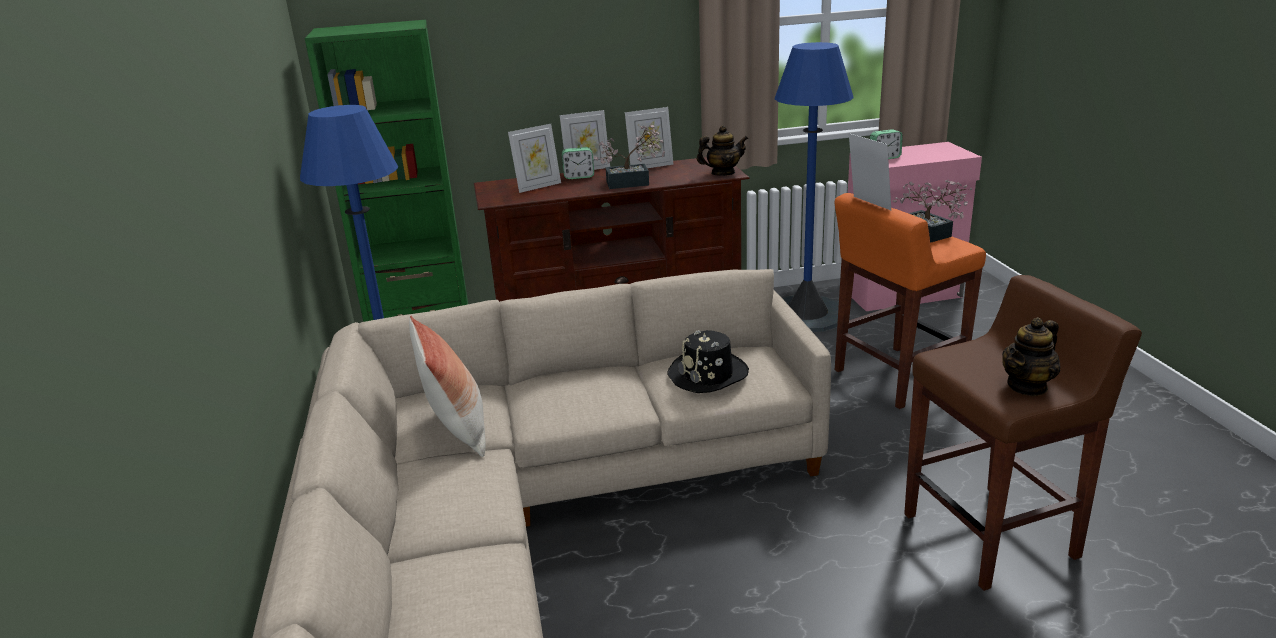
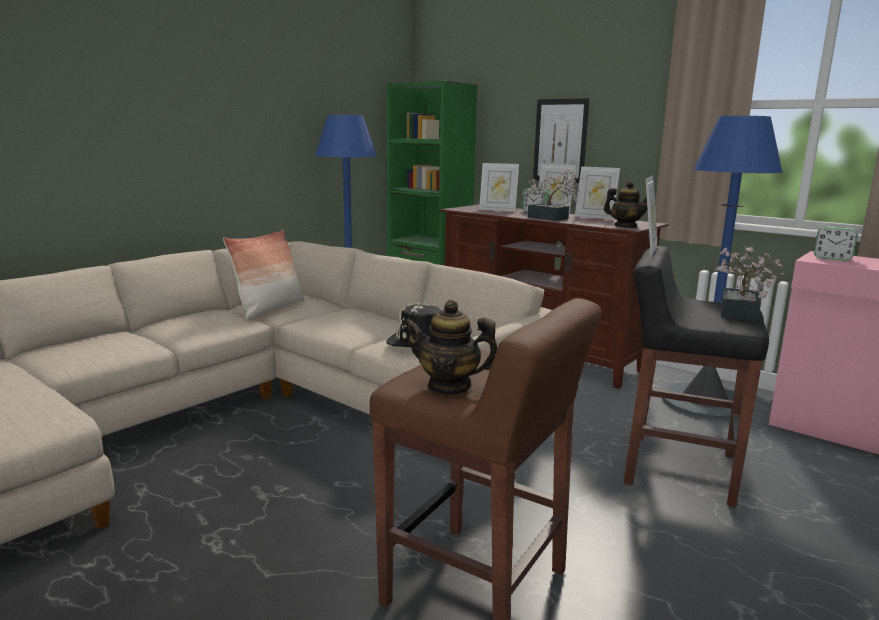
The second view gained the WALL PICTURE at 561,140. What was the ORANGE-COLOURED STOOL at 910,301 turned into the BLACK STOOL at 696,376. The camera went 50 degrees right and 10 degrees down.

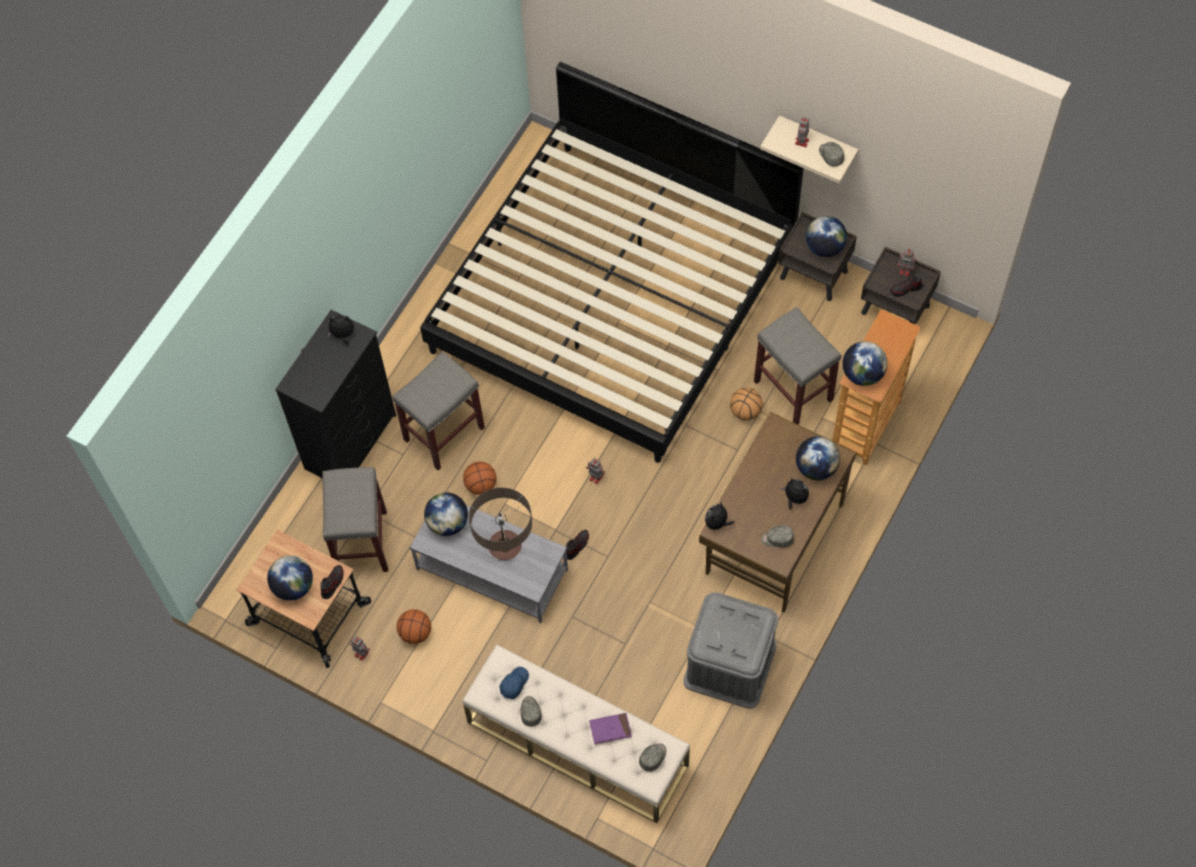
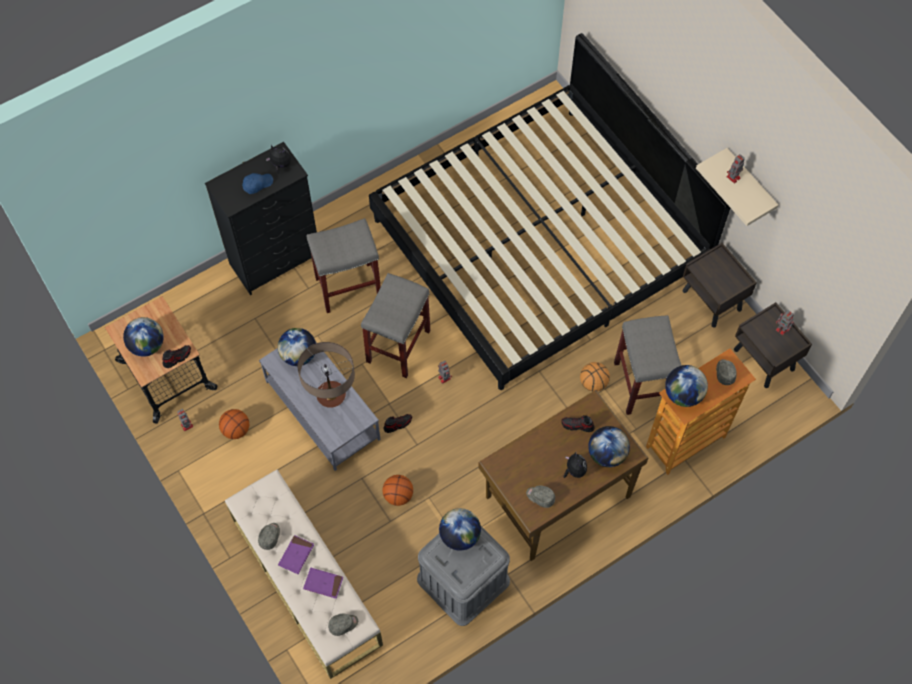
The second view lost the PLUSH TOY at 719,517. The second view gained the PURPLISH BOUND BOOK at 296,554. The GRAY STOOL ended up elsewhere, having gone from 355,519 to 395,325. The BASKETBALL BALL ended up elsewhere, having gone from 479,478 to 397,490. The BLUE PEAKED CAP ended up elsewhere, having gone from 514,683 to 257,183. The WORLD GLOBE ended up elsewhere, having gone from 826,236 to 460,529. The GRAY PEAKED CAP ended up elsewhere, having gone from 831,154 to 726,372. The ITEM OF FOOTWEAR ended up elsewhere, having gone from 906,285 to 578,423. The camera went 25 degrees right and 0 degrees up.

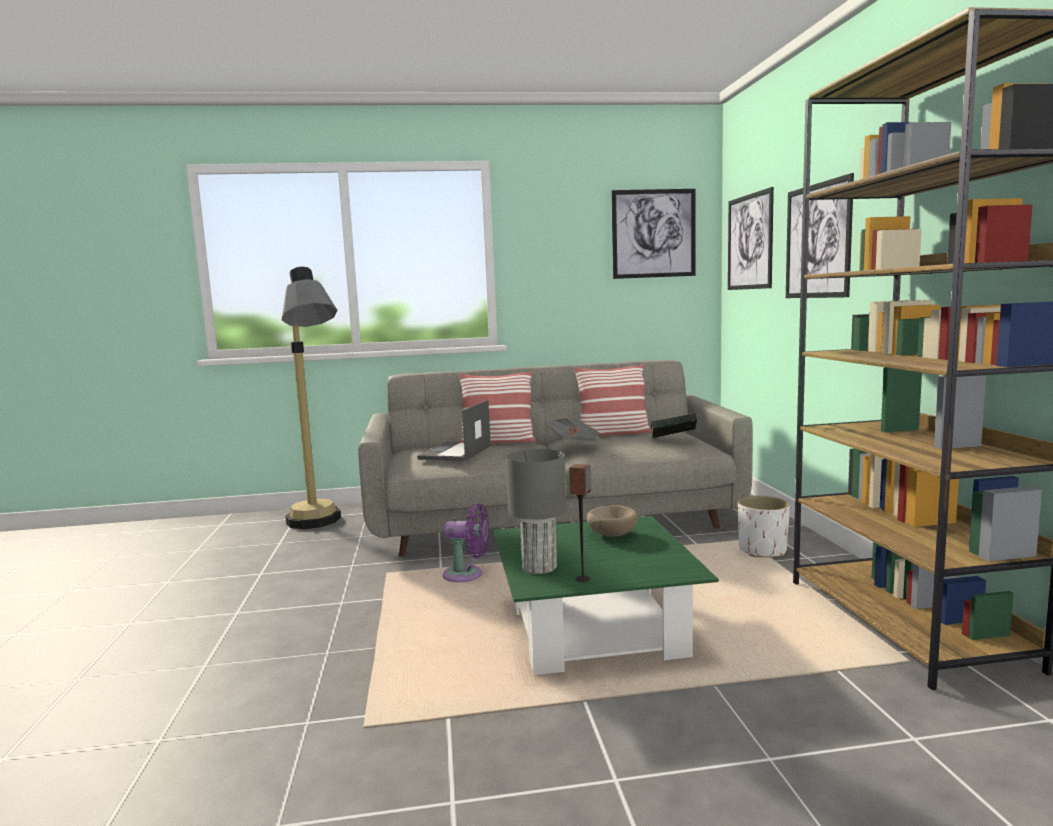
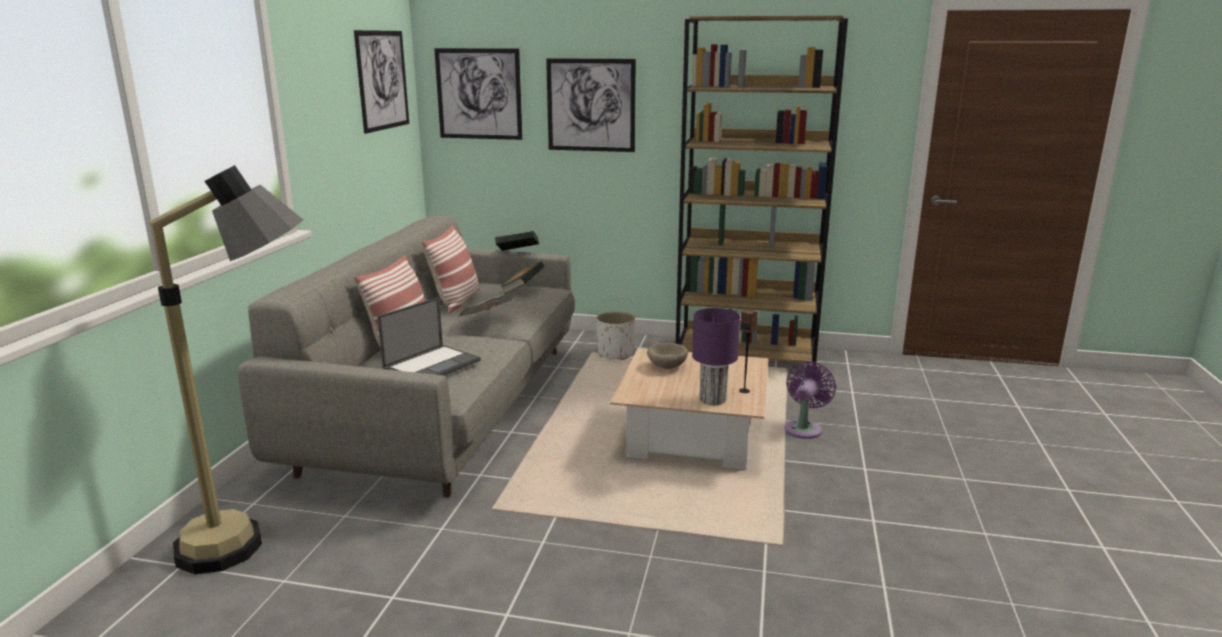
The second view gained the BOUND BOOK at 517,241. The PURPLISH FAN ended up elsewhere, having gone from 466,542 to 810,400. What was the GREENISH LOUNGE TABLE at 606,595 turned into the SAND-COLOURED LOUNGE TABLE at 689,409. What was the GRAY TABLE LAMP at 536,511 turned into the PURPLISH TABLE LAMP at 716,356. The LAPTOP at 454,430 ended up facing another way, 90 degrees counterclockwise from before. The camera went 70 degrees left and 10 degrees up.

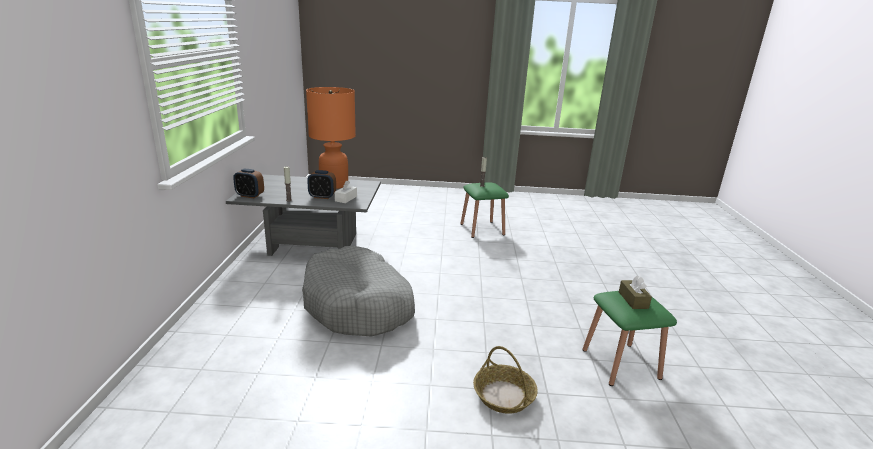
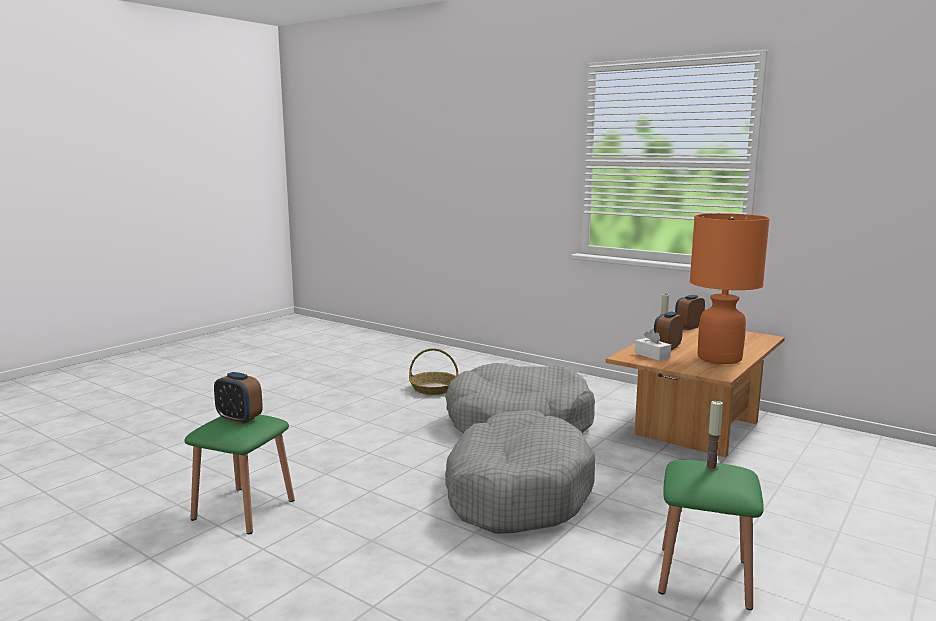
The second view gained the GRAY DOG BED at 520,472. The BASKET ended up elsewhere, having gone from 505,380 to 433,371. Where the BROWN TISSUE HOLDER stood at 635,292, the TABLE CLOCK came to stand at 238,398. What was the GRAY LOUNGE TABLE at 303,215 turned into the BROWN LOUNGE TABLE at 695,391. The camera went 125 degrees right and 10 degrees down.

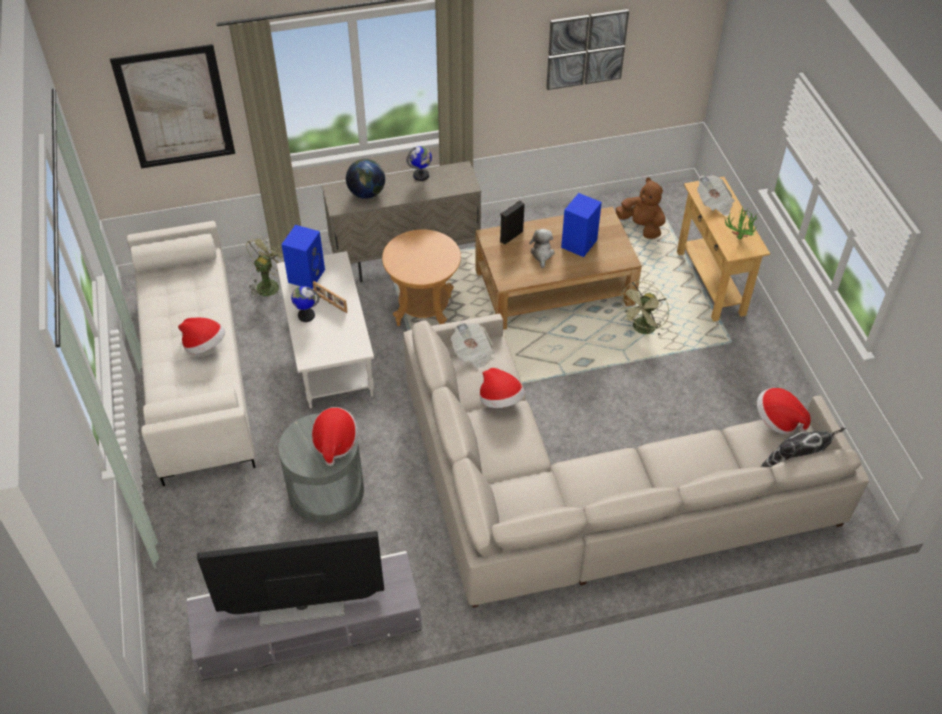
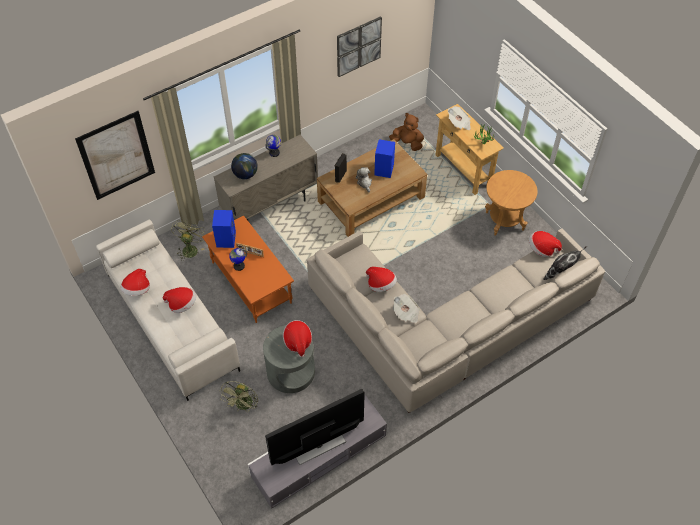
The second view gained the HAT at 135,282. The BROWN ACCENT TABLE ended up elsewhere, having gone from 421,277 to 511,202. The NEWSPAPER ended up elsewhere, having gone from 473,346 to 406,309. The GREENISH FAN ended up elsewhere, having gone from 644,308 to 239,396. What was the WHITE-COLOURED LOUNGE TABLE at 325,329 turned into the ORANGE-COLOURED LOUNGE TABLE at 248,269. The camera went 20 degrees left and 5 degrees up.

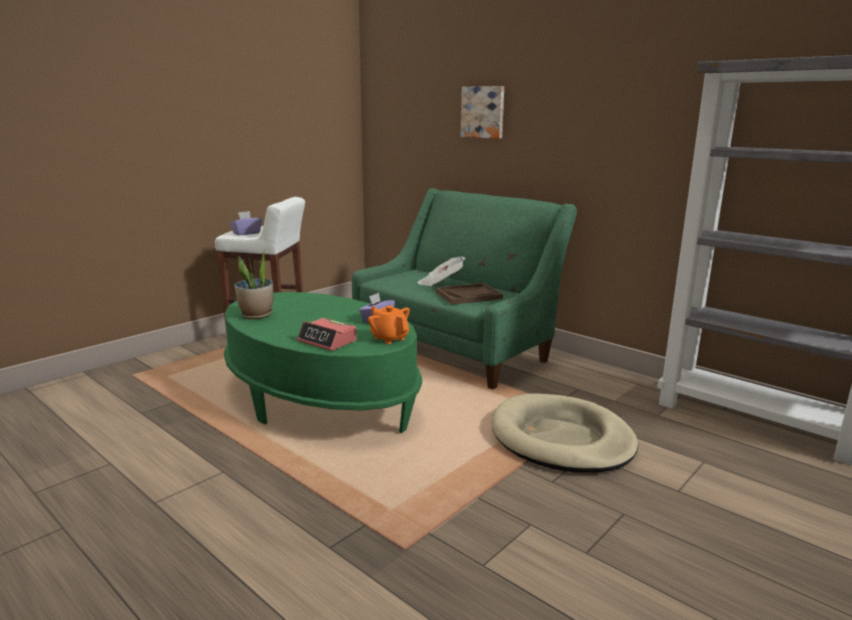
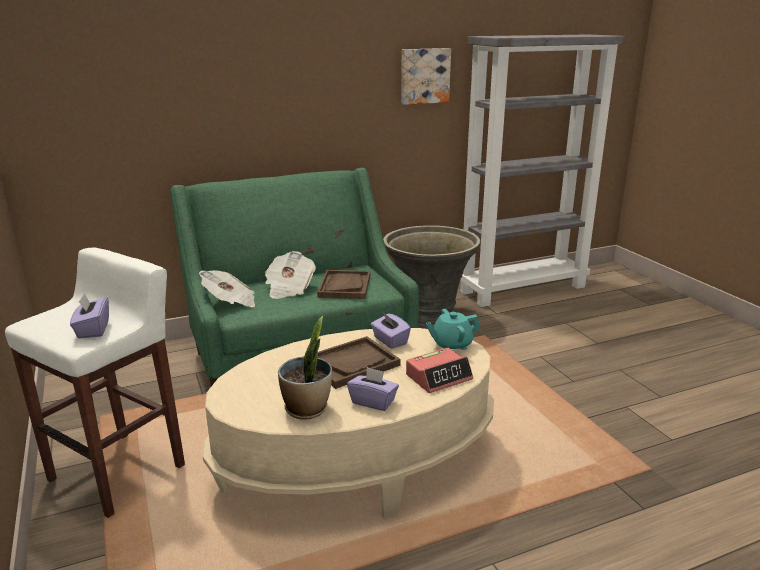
The second view lost the SAND-COLOURED DOG BED at 564,433. The second view gained the NEWSPAPER at 227,288. The second view gained the BROWN SERVING TRAY at 358,362. The second view gained the PURPLISH TISSUE HOLDER at 373,389. The second view gained the GRAY PLANT POT at 431,277. The WALL PICTURE ended up elsewhere, having gone from 482,112 to 426,76. What was the GREENISH LOUNGE TABLE at 323,362 turned into the SAND-COLOURED LOUNGE TABLE at 348,423. What was the ORANGE-COLOURED TEAPOT at 389,325 turned into the BLUE-GREEN TEAPOT at 453,329. The camera went 65 degrees left and 5 degrees up.

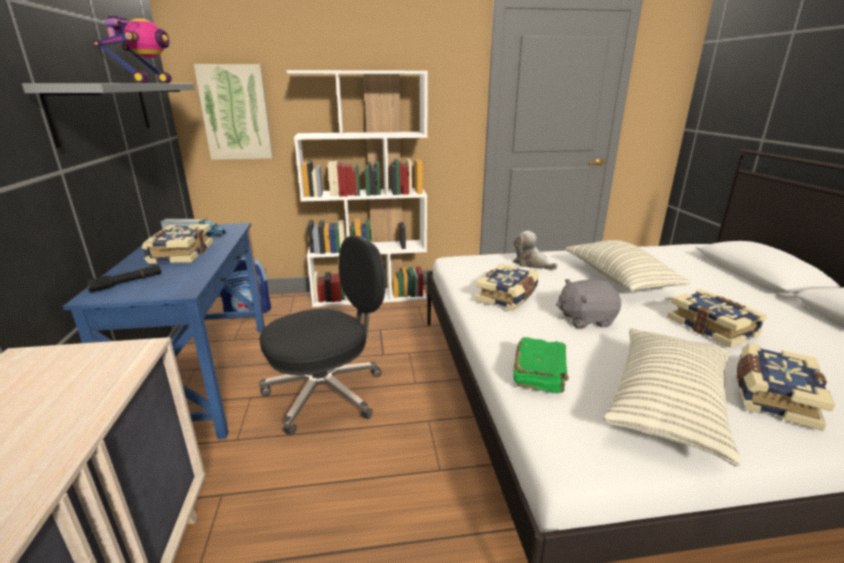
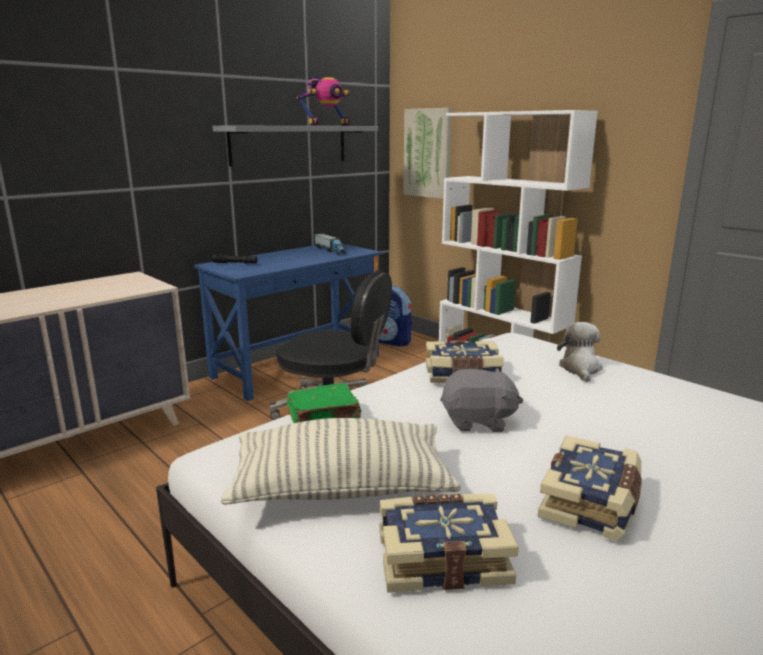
The second view lost the BOUND BOOK at 177,244. The second view lost the CUSHION at 628,266. The GRAY PLUSH TOY at 588,303 ended up facing another way, 135 degrees clockwise from before. The camera went 55 degrees right and 5 degrees down.

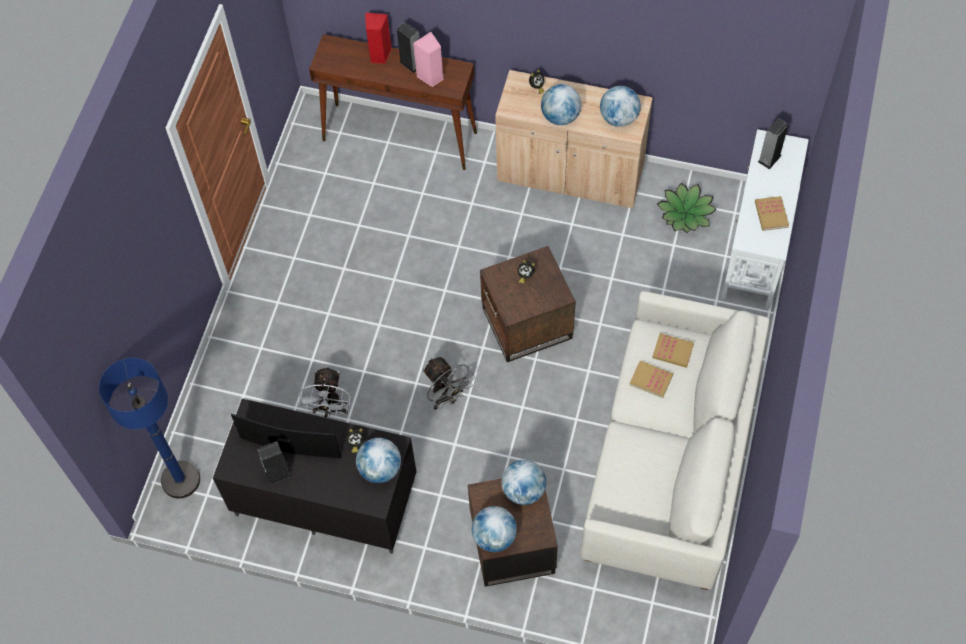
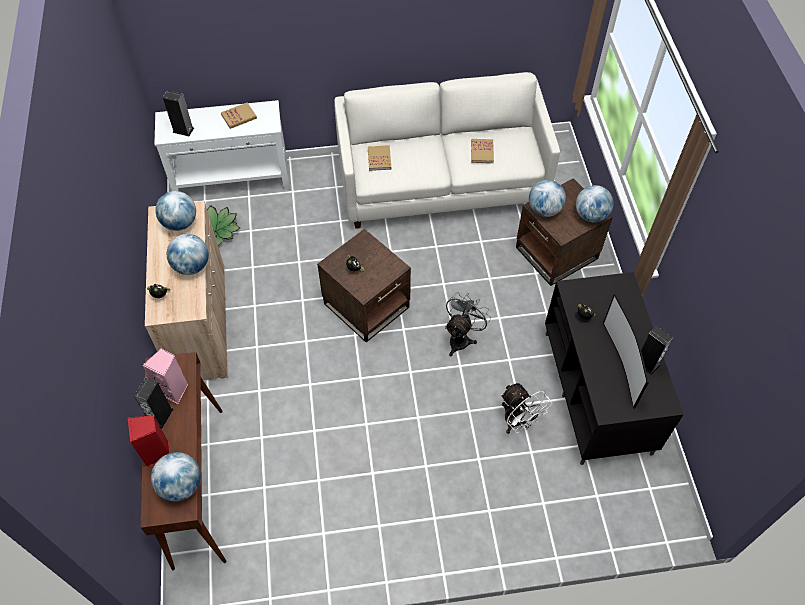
The second view lost the BLUE FLOOR LAMP at 149,428. The WORLD GLOBE ended up elsewhere, having gone from 378,460 to 176,477. The BOUND BOOK ended up elsewhere, having gone from 651,379 to 482,151. The WHITE-COLOURED FAN at 325,391 ended up facing another way, 75 degrees clockwise from before. The camera went 115 degrees left and 5 degrees down.

